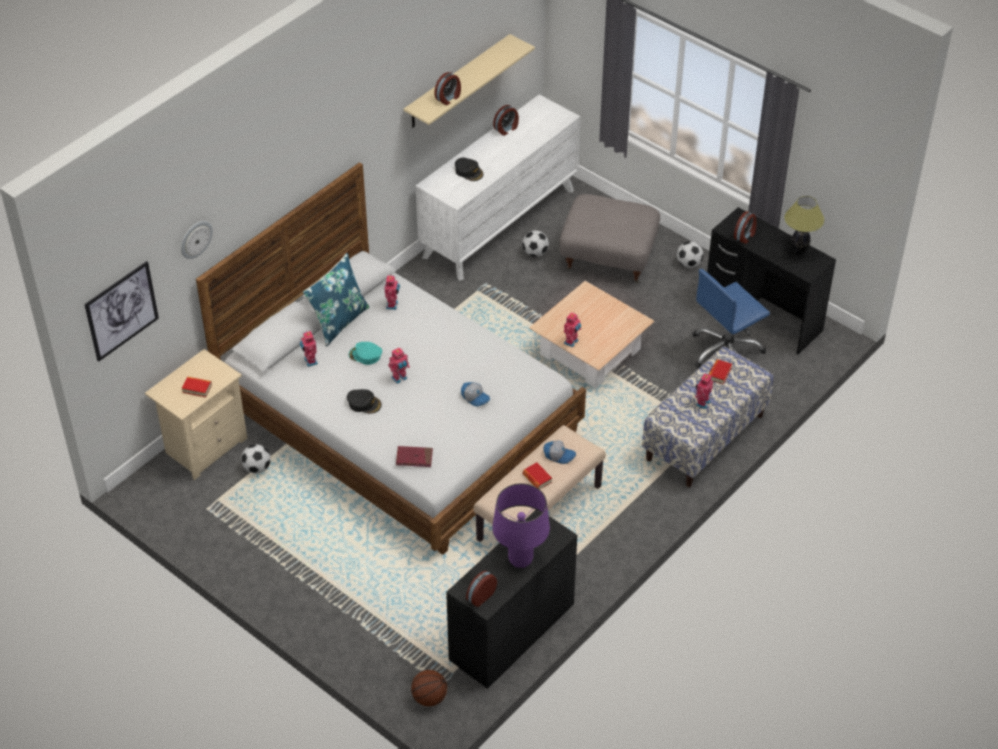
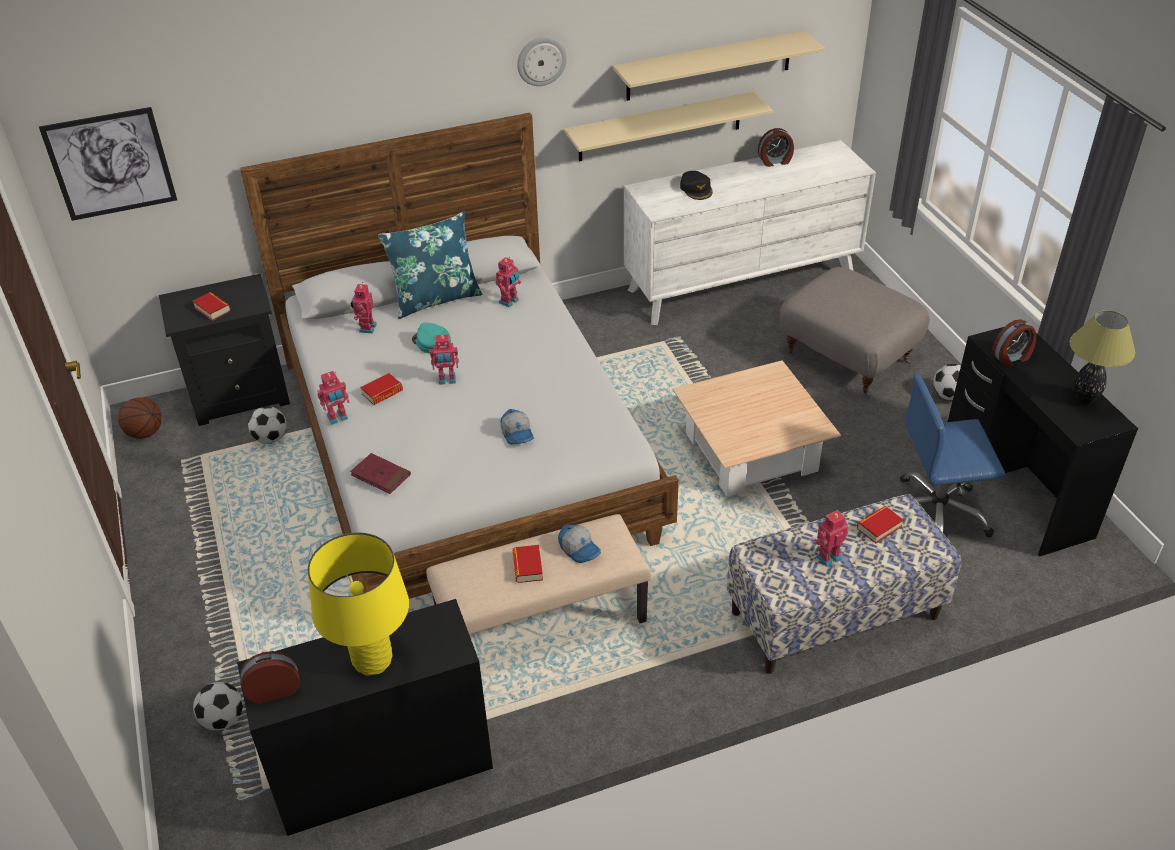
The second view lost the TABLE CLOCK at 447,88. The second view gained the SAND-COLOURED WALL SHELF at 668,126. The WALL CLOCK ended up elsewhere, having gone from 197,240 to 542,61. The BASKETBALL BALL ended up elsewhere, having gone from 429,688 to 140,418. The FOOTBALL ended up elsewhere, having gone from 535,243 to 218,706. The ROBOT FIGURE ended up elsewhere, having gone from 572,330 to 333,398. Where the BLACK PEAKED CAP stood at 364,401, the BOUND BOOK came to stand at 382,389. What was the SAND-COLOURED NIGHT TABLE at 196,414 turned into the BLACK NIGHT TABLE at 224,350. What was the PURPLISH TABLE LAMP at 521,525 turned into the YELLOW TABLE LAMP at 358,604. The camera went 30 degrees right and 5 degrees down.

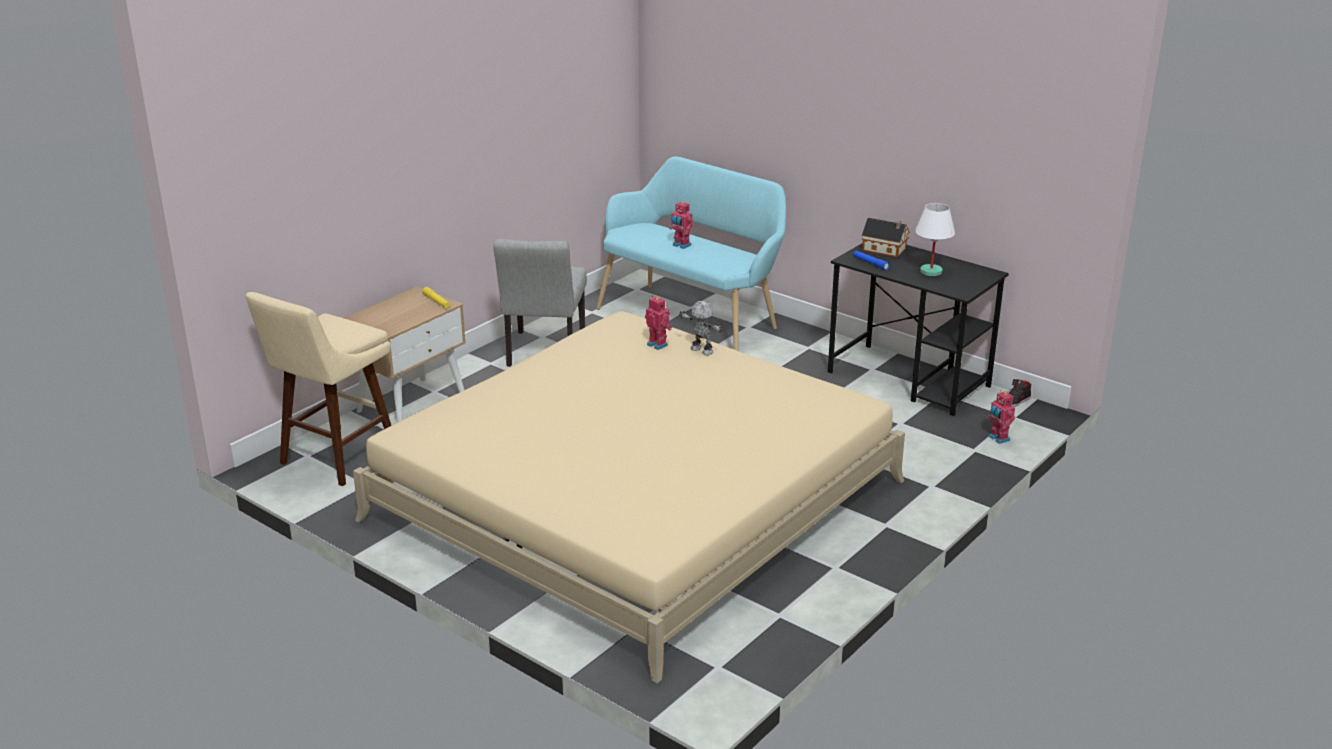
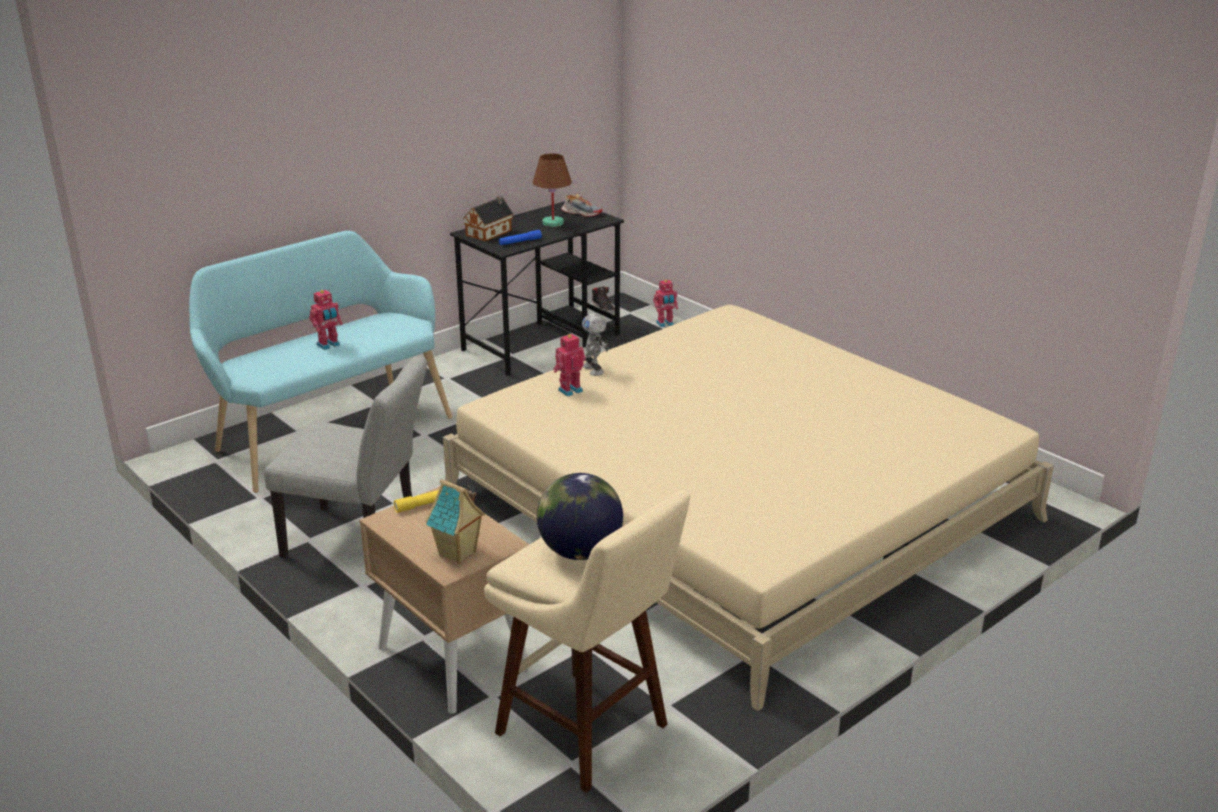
The second view gained the MODEL HOUSE at 455,521. The second view gained the WORLD GLOBE at 580,516. The second view gained the ITEM OF FOOTWEAR at 581,205. What was the WHITE-COLOURED TABLE LAMP at 935,239 turned into the BROWN TABLE LAMP at 552,190. The ROBOT FIGURE at 701,328 ended up facing another way, 75 degrees counterclockwise from before. The camera went 80 degrees left and 0 degrees up.

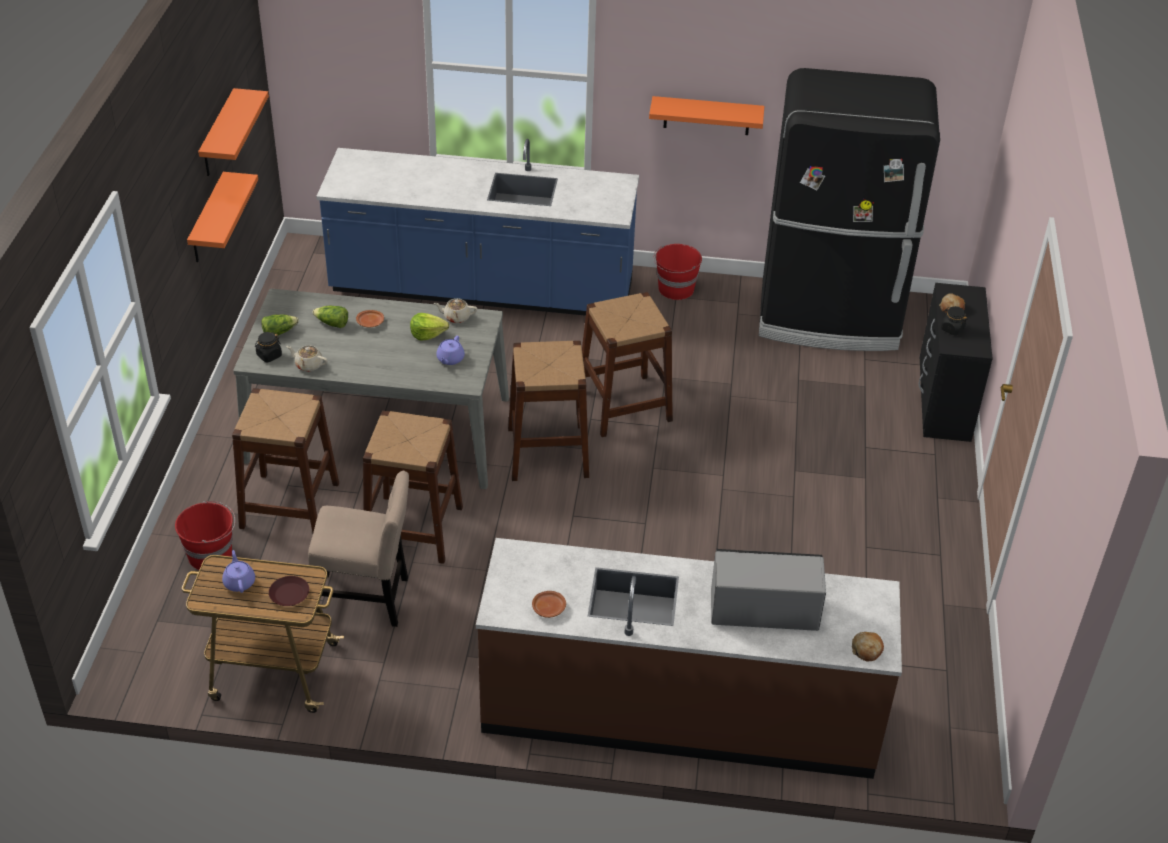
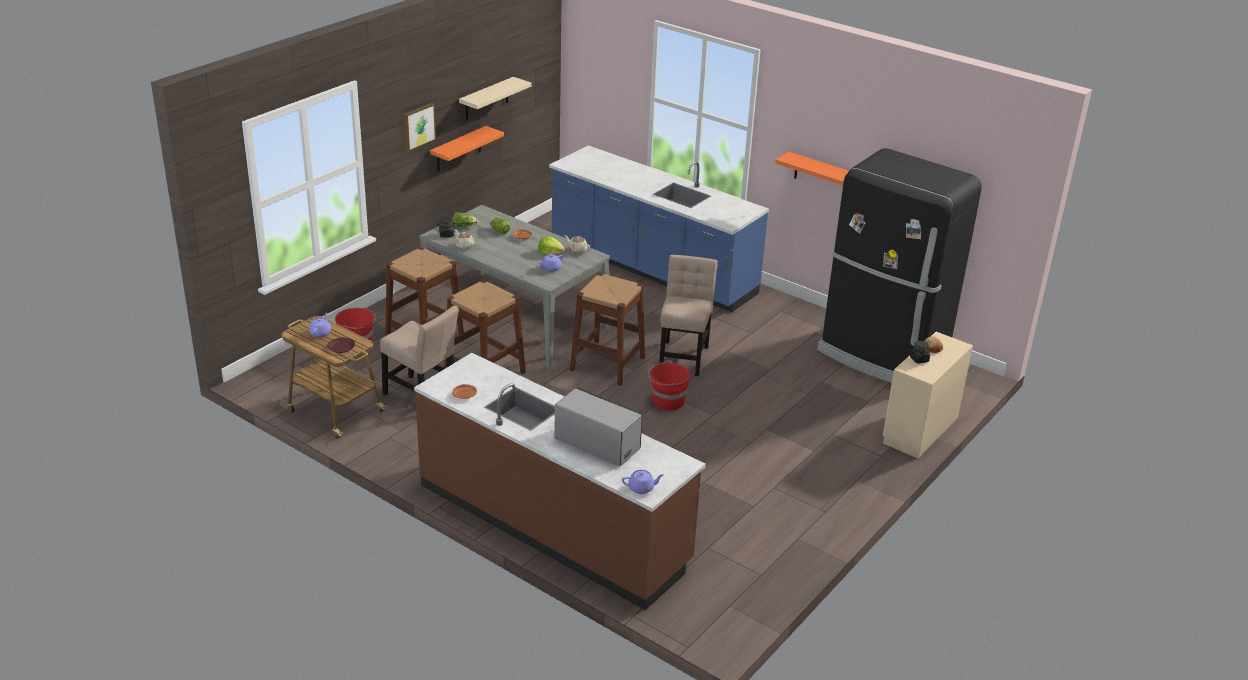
The second view gained the WALL PICTURE at 420,127. The RED PAIL ended up elsewhere, having gone from 677,272 to 669,386. Where the BROWN STOOL stood at 627,364, the SAND-COLOURED UPRIGHT CHAIR came to stand at 688,315. Where the BREAD stood at 868,647, the PURPLISH TEAPOT came to stand at 643,482. What was the ORANGE-COLOURED WALL SHELF at 233,132 turned into the SAND-COLOURED WALL SHELF at 495,98. What was the BLACK DRAWER CHEST at 956,362 turned into the SAND-COLOURED DRAWER CHEST at 928,395. The camera went 30 degrees right and 10 degrees down.

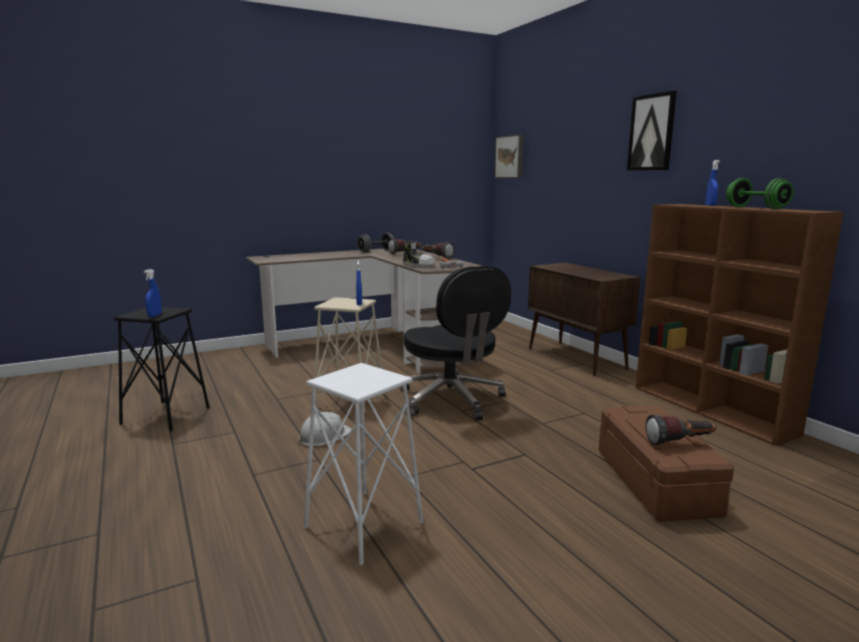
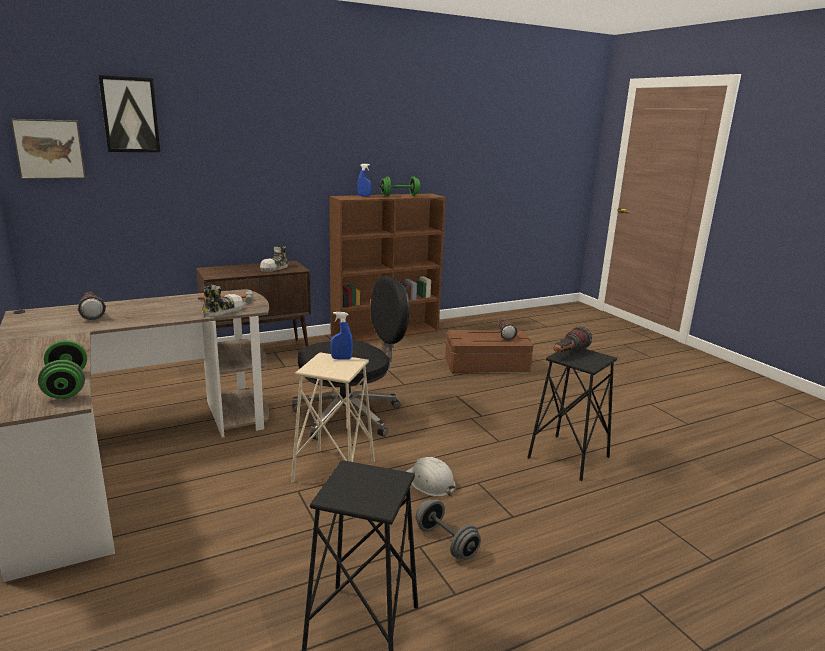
The second view lost the BLUE SPRAYER at 153,293. The second view gained the GREENISH HAND WEIGHT at 62,369. The second view gained the ITEM OF FOOTWEAR at 274,259. The GRAY HAND WEIGHT ended up elsewhere, having gone from 375,242 to 448,529. The TORCH ended up elsewhere, having gone from 438,250 to 573,339. The WALL PICTURE ended up elsewhere, having gone from 652,130 to 129,113. What was the WHITE-COLOURED STOOL at 363,464 turned into the BLACK STOOL at 572,414. The camera went 90 degrees left and 5 degrees up.

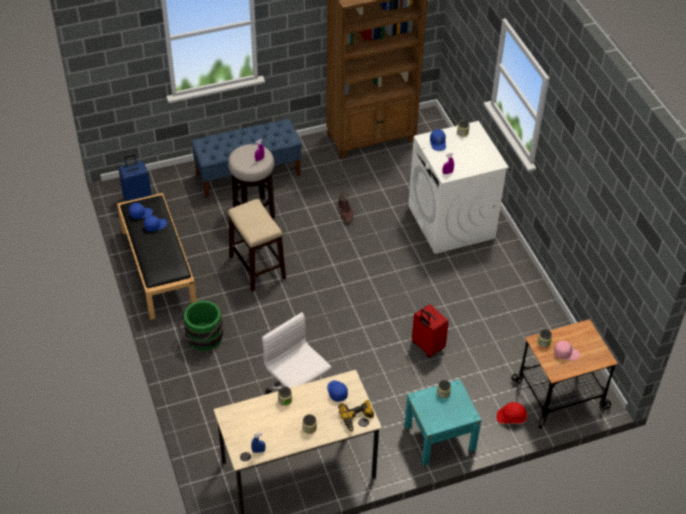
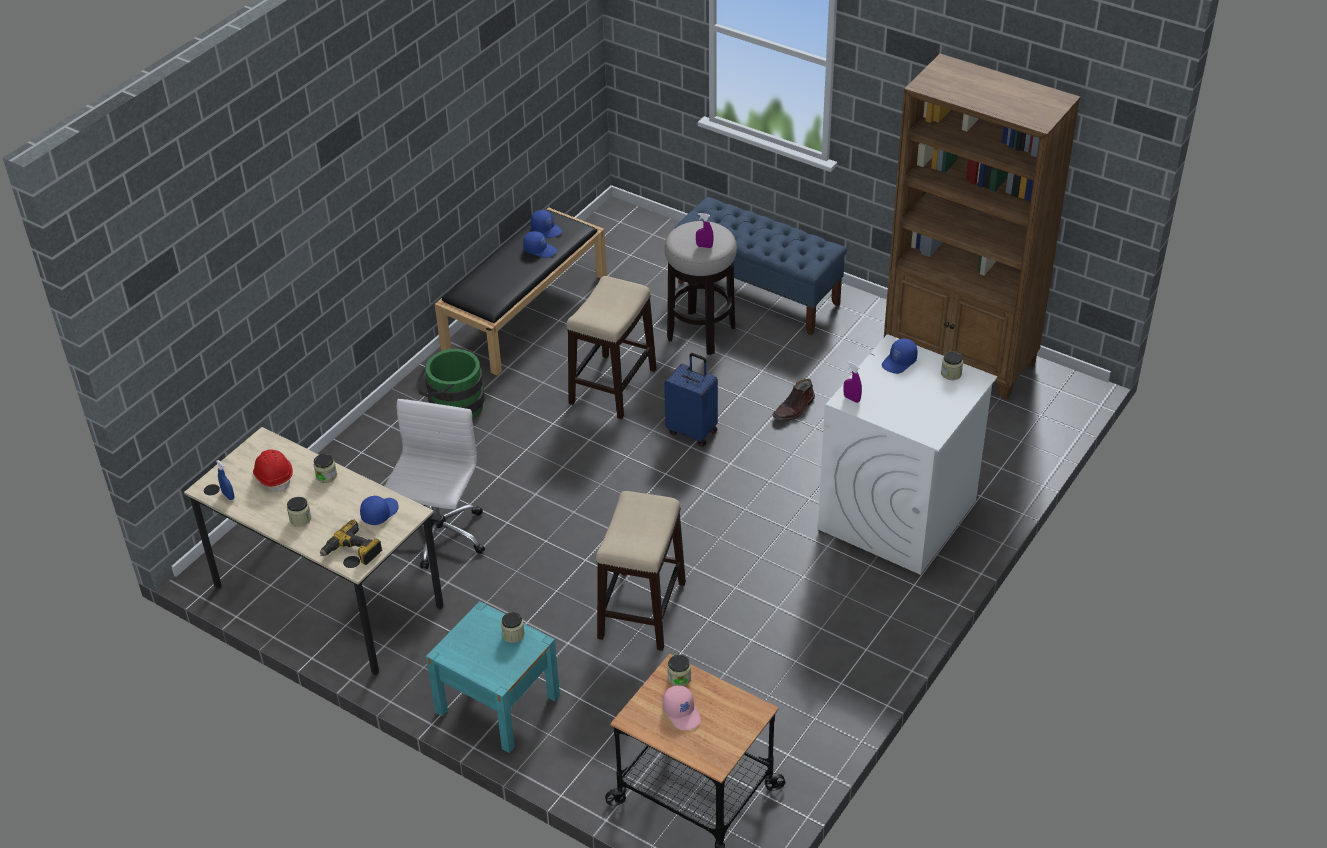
The BLUE TRAVEL CASE ended up elsewhere, having gone from 135,177 to 691,400. The RED SAFETY HELMET ended up elsewhere, having gone from 512,413 to 273,470. Where the RED TRAVEL CASE stood at 430,331, the STOOL came to stand at 641,571. The camera went 55 degrees right and 5 degrees down.

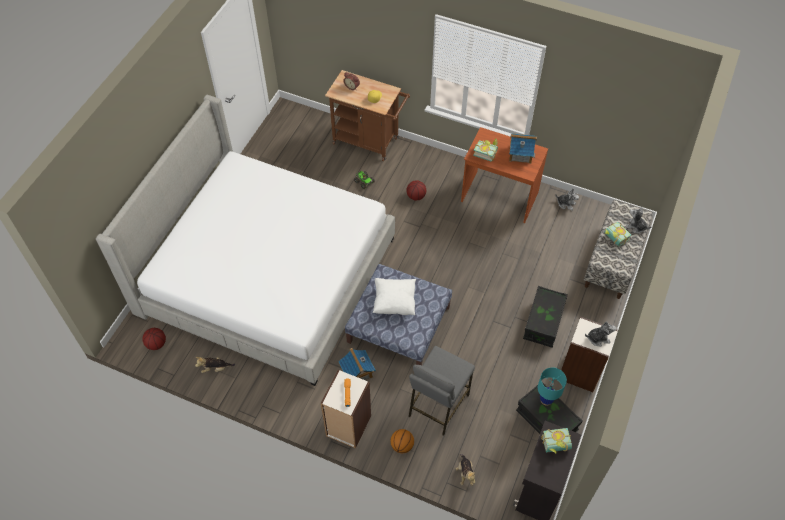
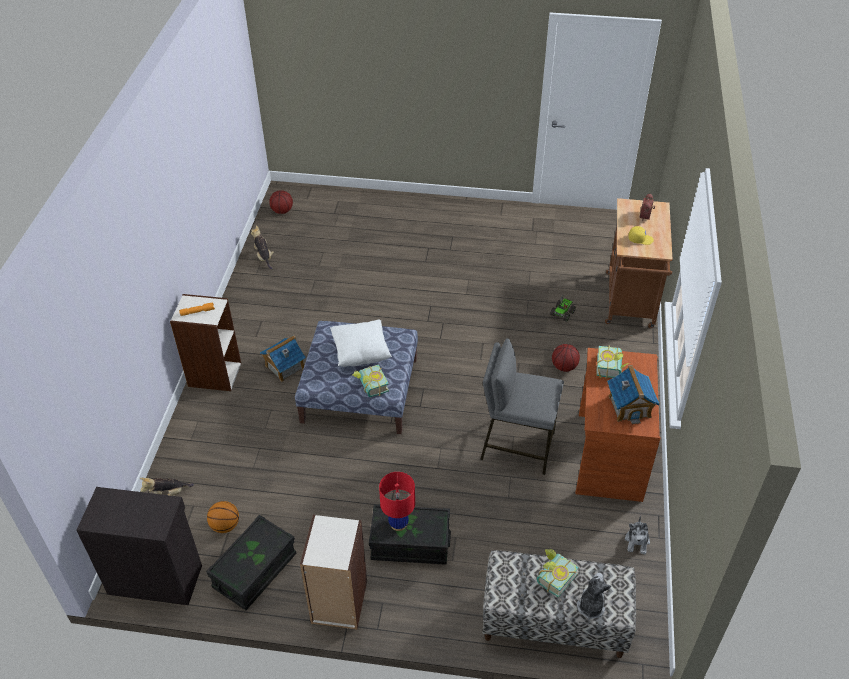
The second view lost the BEDROOM BED at 245,240. The second view lost the BLUE-GREEN TABLE LAMP at 552,386. The second view lost the PLUSH TOY at 600,334. The second view gained the RED TABLE LAMP at 397,501. The BASKETBALL BALL ended up elsewhere, having gone from 402,441 to 223,517. The GRAY STOOL ended up elsewhere, having gone from 441,391 to 522,406. The BOUND BOOK ended up elsewhere, having gone from 556,441 to 371,380. The camera went 75 degrees right and 10 degrees down.

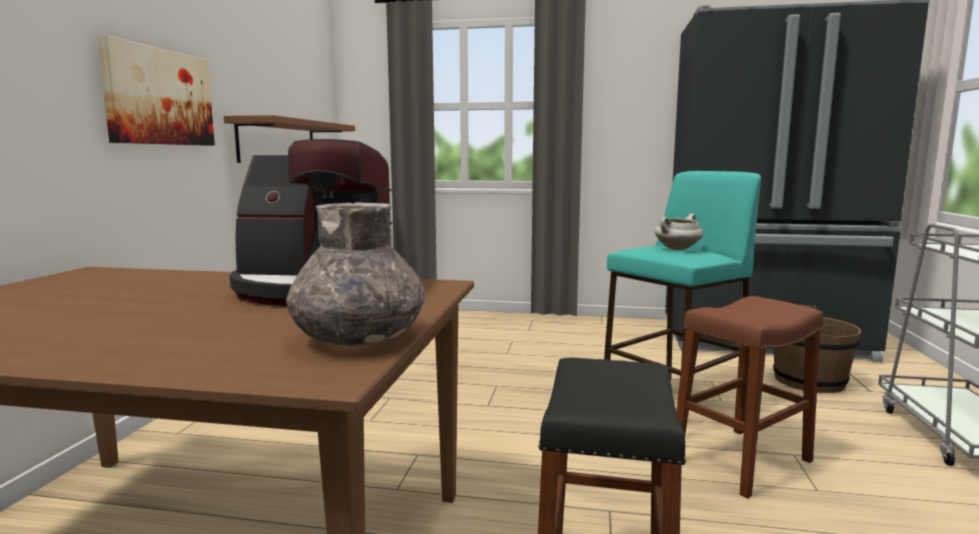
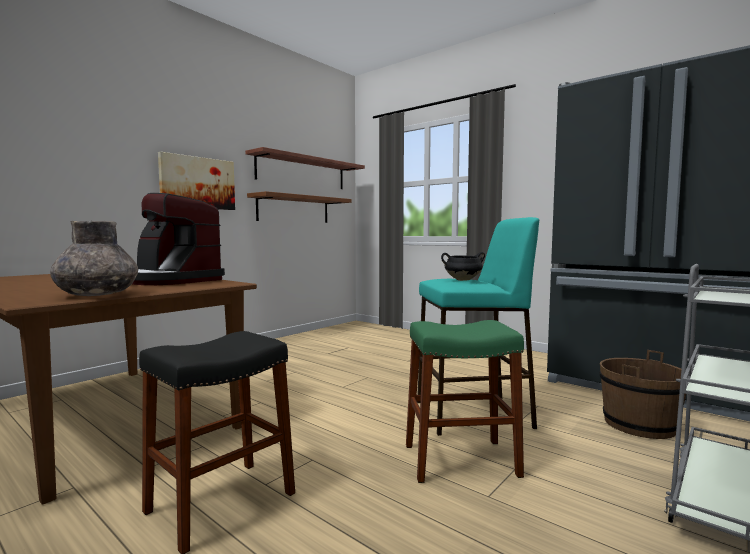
The second view gained the WALL SHELF at 305,168. What was the WHITE-COLOURED COOKING POT at 679,232 turned into the BLACK COOKING POT at 463,266. What was the BROWN STOOL at 750,397 turned into the GREENISH STOOL at 465,401. The camera went 30 degrees right and 5 degrees down.

